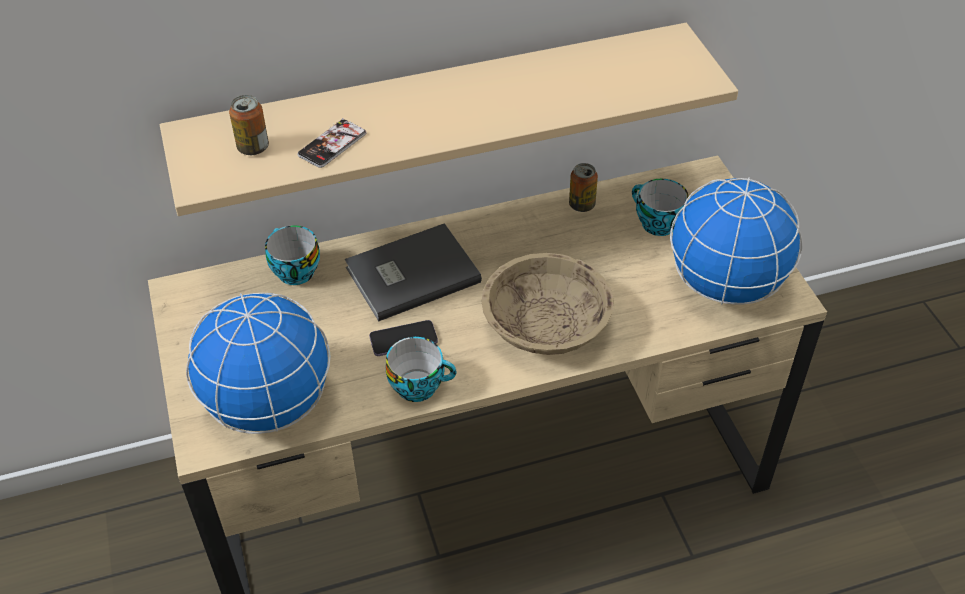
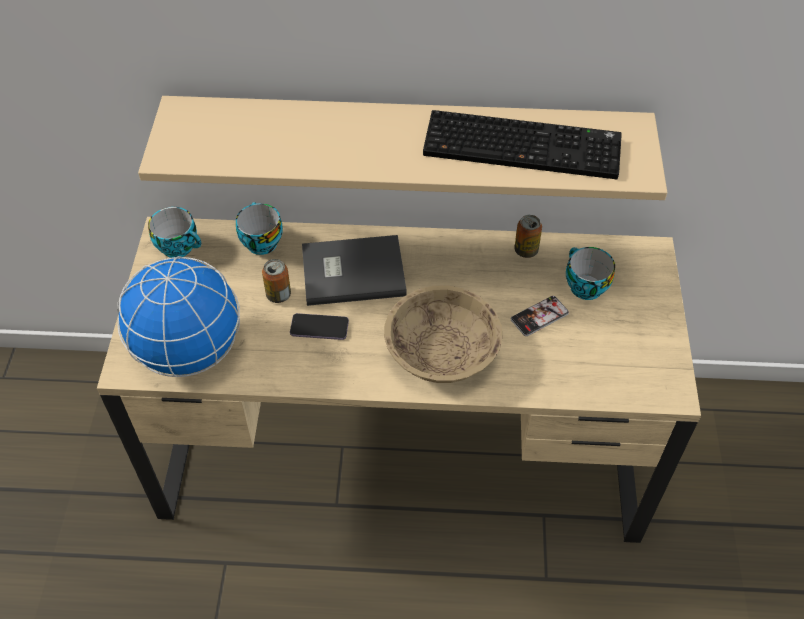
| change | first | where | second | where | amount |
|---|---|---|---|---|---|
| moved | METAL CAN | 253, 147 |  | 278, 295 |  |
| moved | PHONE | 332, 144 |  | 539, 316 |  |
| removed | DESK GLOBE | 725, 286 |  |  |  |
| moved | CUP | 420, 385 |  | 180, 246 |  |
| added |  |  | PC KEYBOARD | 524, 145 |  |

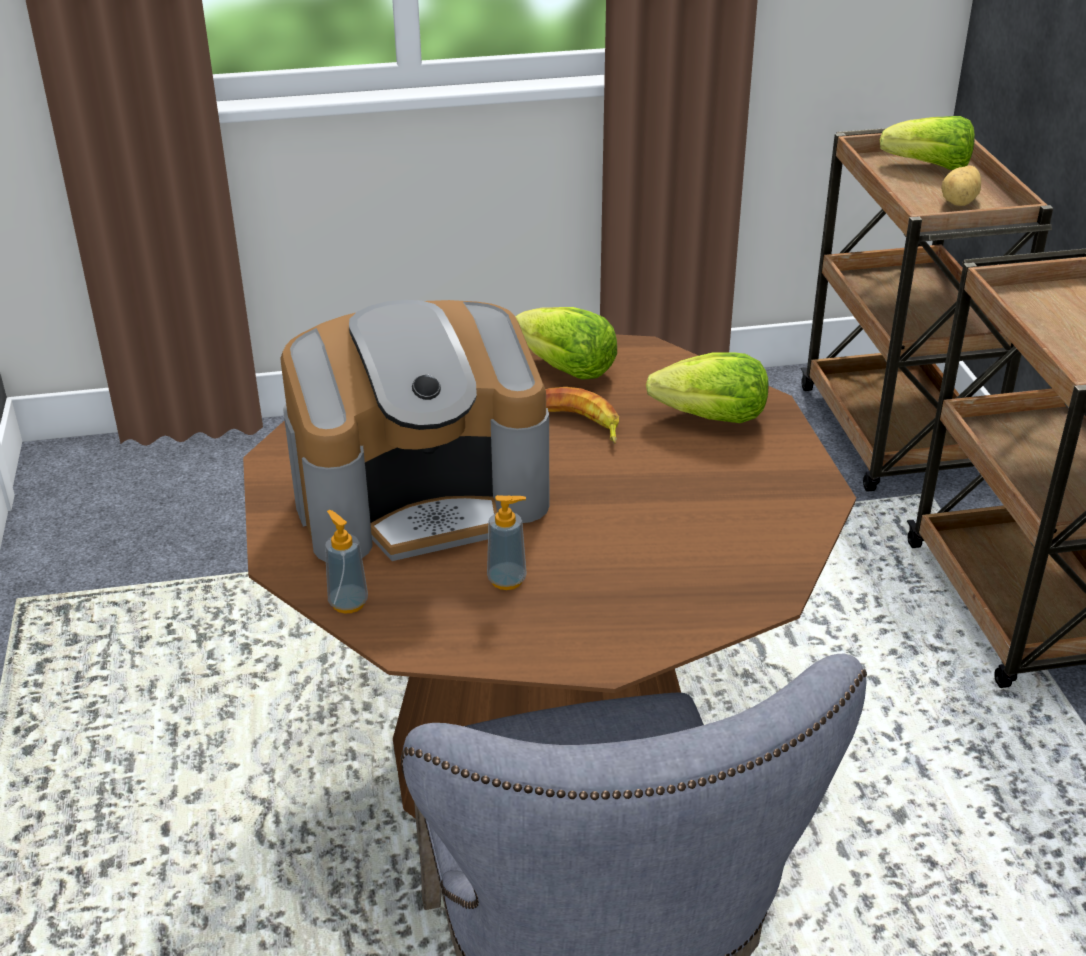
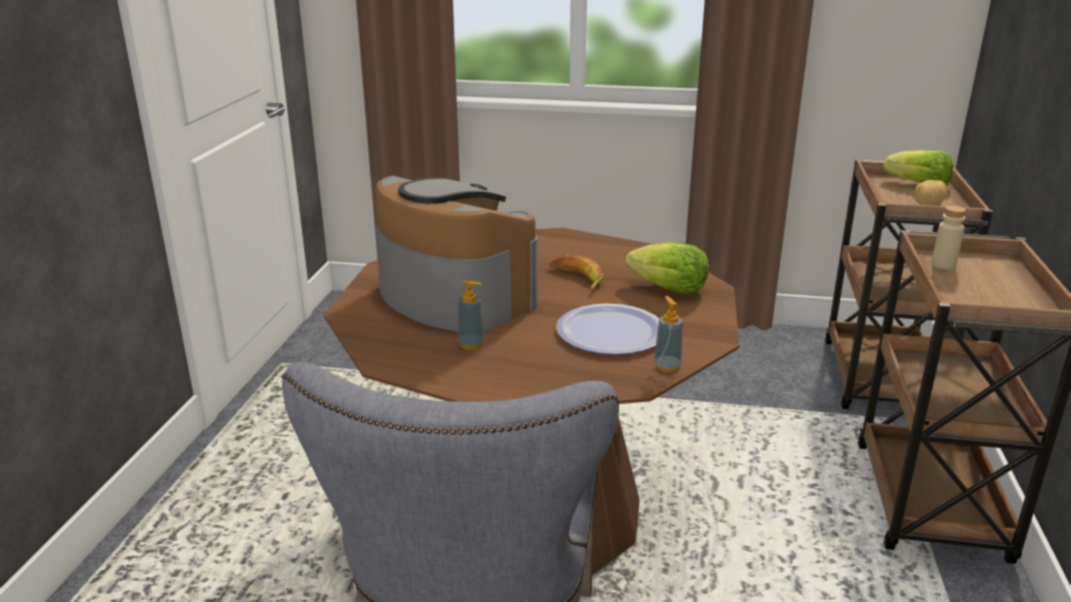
| change | first | where | second | where | amount |
|---|---|---|---|---|---|
| turned | COFFEE MAKER | 420, 496 |  | 452, 296 | 135 degrees counterclockwise |
| removed | LETTUCE HEAD | 567, 370 |  |  |  |
| moved | LIQUID SOAP BOTTLE | 348, 603 |  | 667, 366 |  |
| added |  |  | SAND-COLOURED BEVERAGE BOTTLE | 943, 265 |  |
| added |  |  | FLAT DISH | 610, 332 |  |

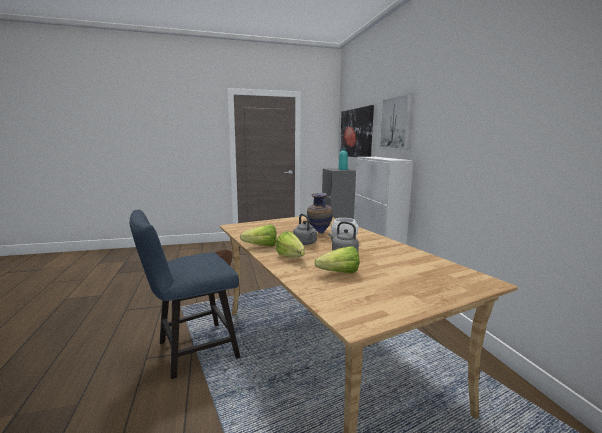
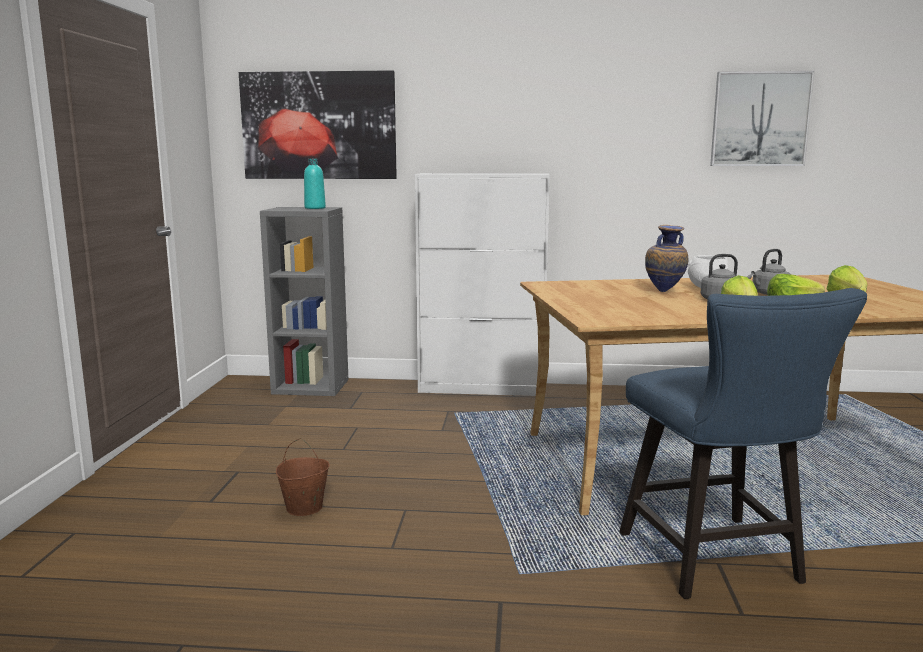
| change | first | where | second | where | amount |
|---|---|---|---|---|---|
| moved | WALL ART | 395, 123 |  | 760, 119 |  |

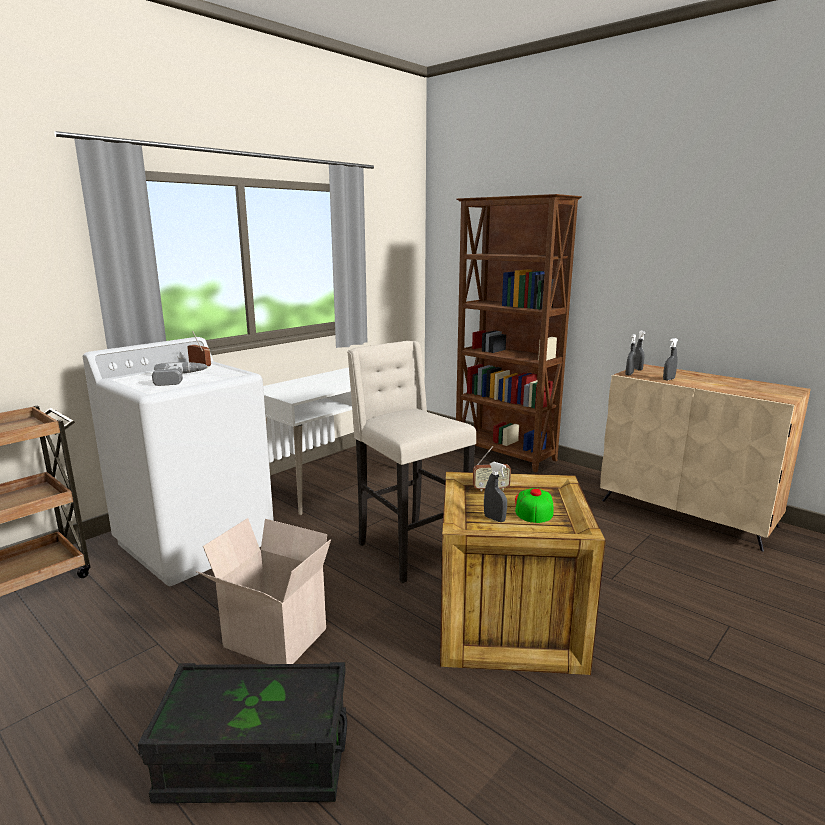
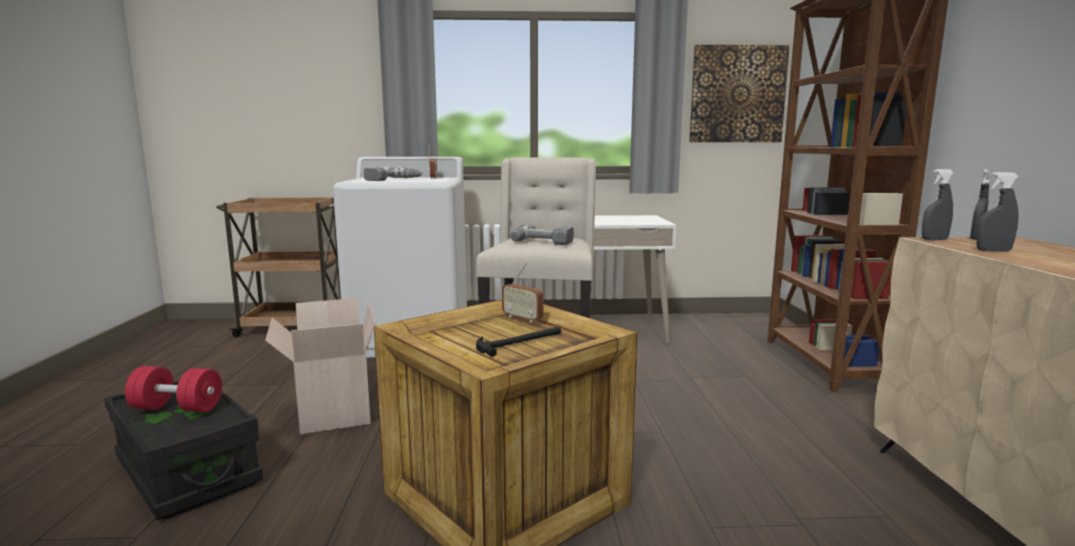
| change | first | where | second | where | amount |
|---|---|---|---|---|---|
| removed | GRAY SPRAY BOTTLE | 494, 519 |  |  |  |
| replaced | CAP | 533, 507 | HAMMER | 520, 342 |  |
| added |  |  | WALL ART | 737, 94 |  |
| added |  |  | ELECTRIC DRILL | 545, 240 |  |
| added |  |  | RED FREE WEIGHT | 177, 408 |  |

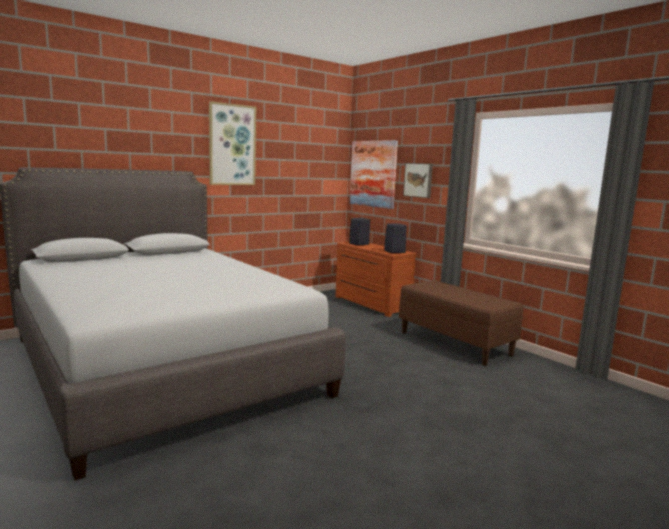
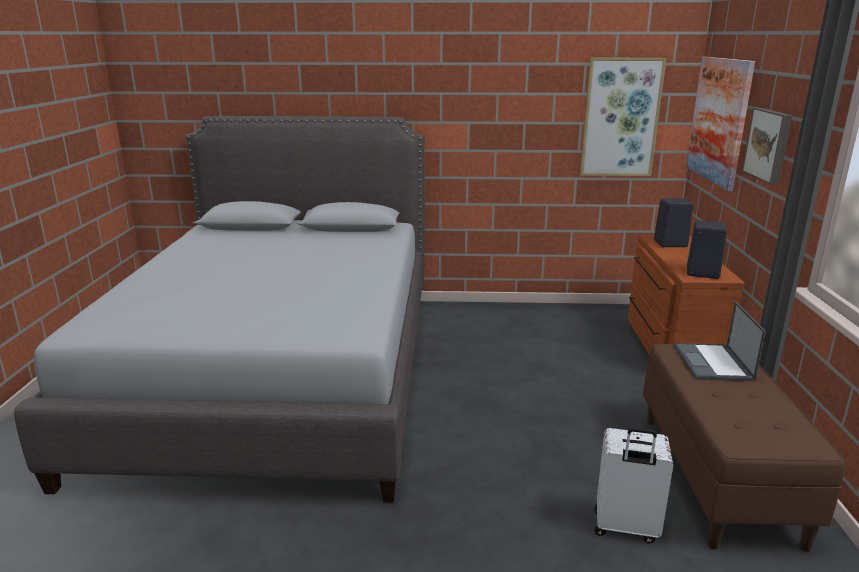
| change | first | where | second | where | amount |
|---|---|---|---|---|---|
| moved | WALL ART | 232, 145 |  | 620, 118 |  |
| added |  |  | PORTABLE COMPUTER | 713, 363 |  |
| added |  |  | WHITE SUITCASE | 625, 528 |  |

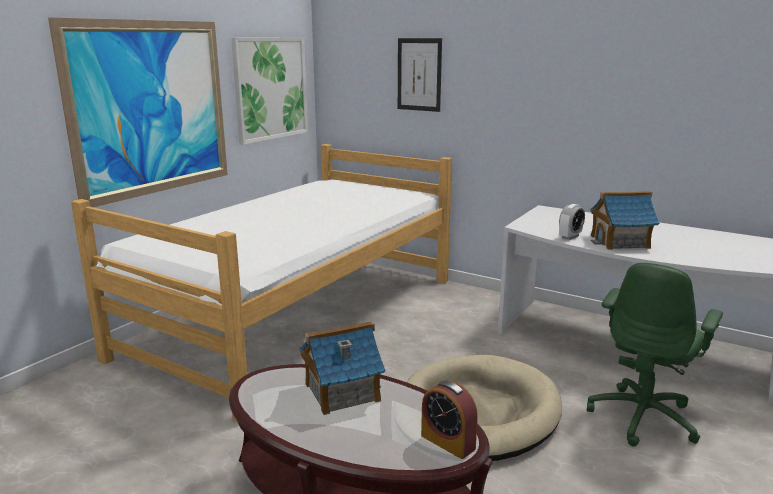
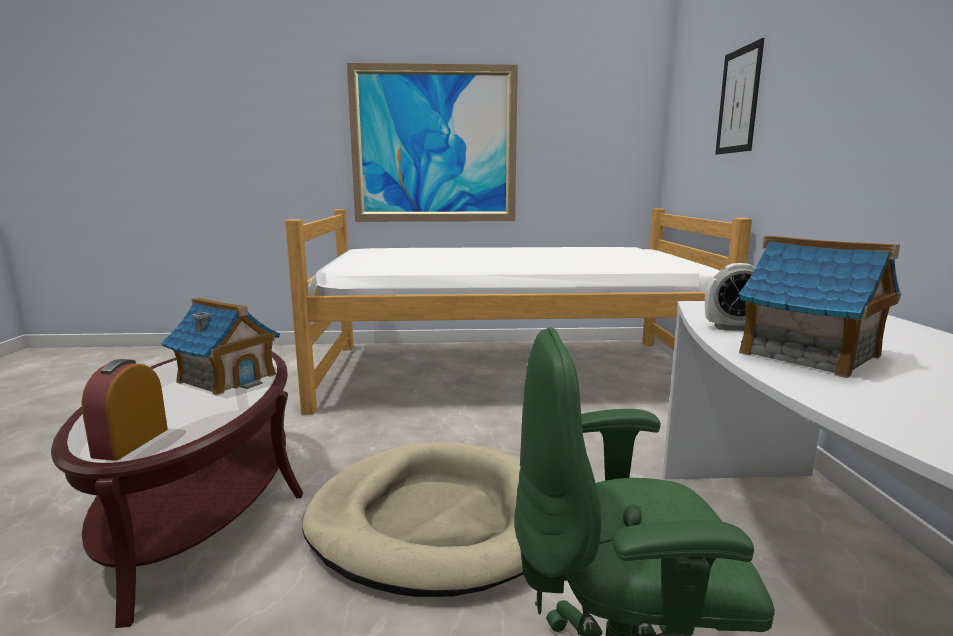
| change | first | where | second | where | amount |
|---|---|---|---|---|---|
| removed | WALL ART | 271, 88 |  |  |  |

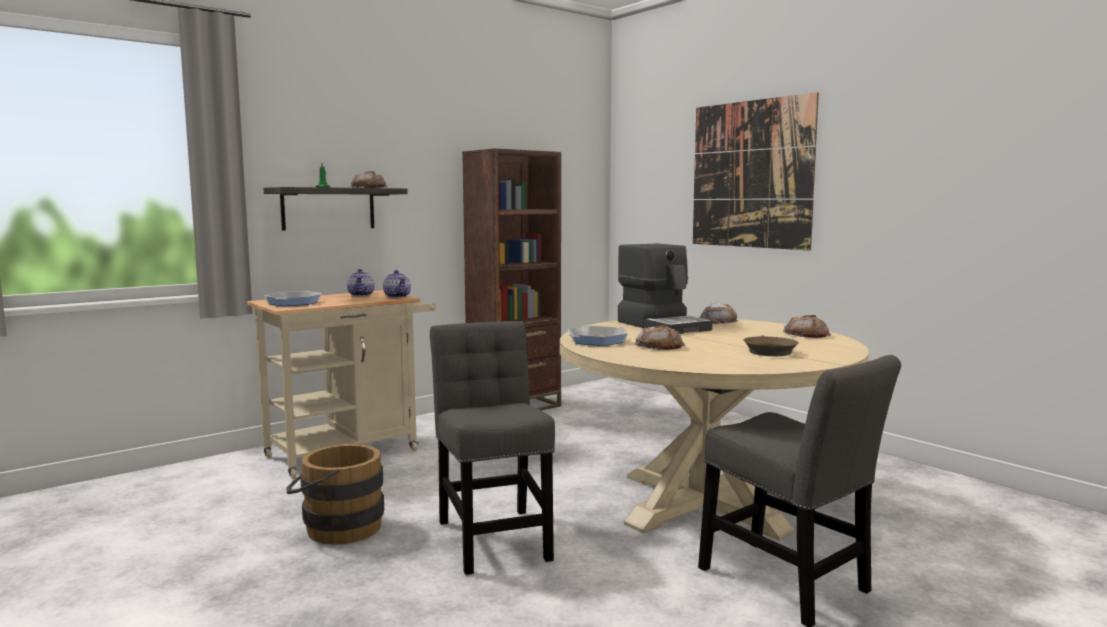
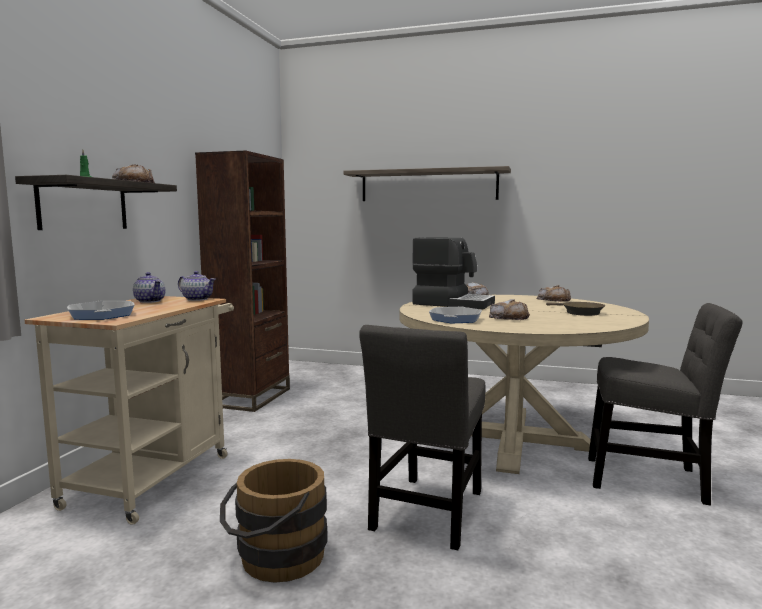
| change | first | where | second | where | amount |
|---|---|---|---|---|---|
| replaced | WALL ART | 750, 174 | SHELF | 428, 185 |  |
| turned | GRAY UPRIGHT CHAIR | 493, 536 |  | 427, 514 | 105 degrees counterclockwise |

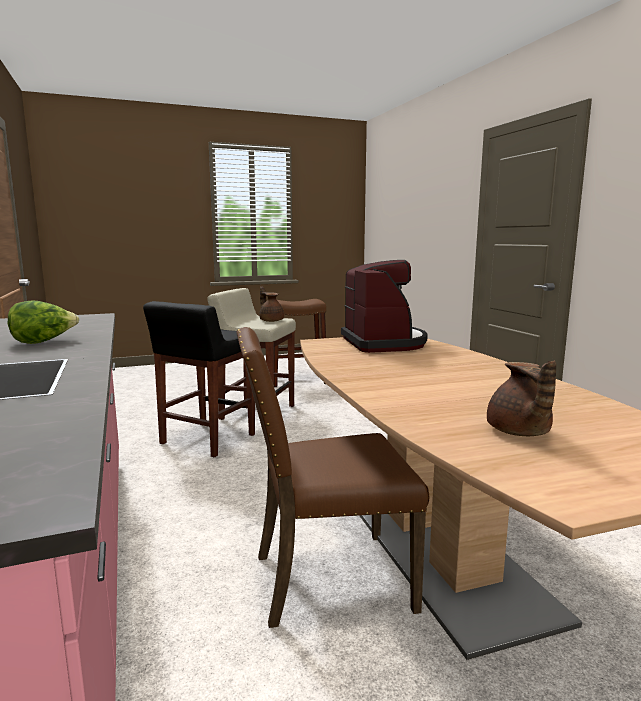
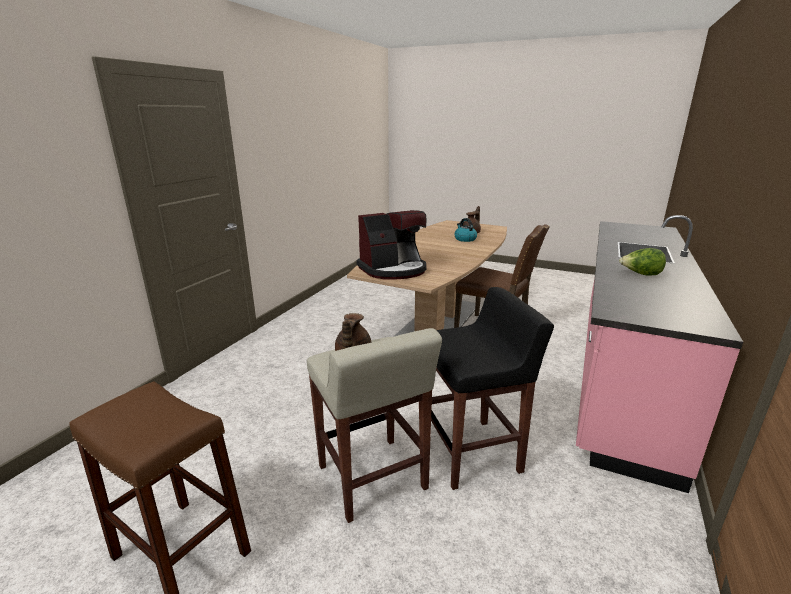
| change | first | where | second | where | amount |
|---|---|---|---|---|---|
| turned | COFFEE MAKER | 384, 343 |  | 393, 269 | 150 degrees counterclockwise |
| added |  |  | KETTLE | 465, 239 |  |

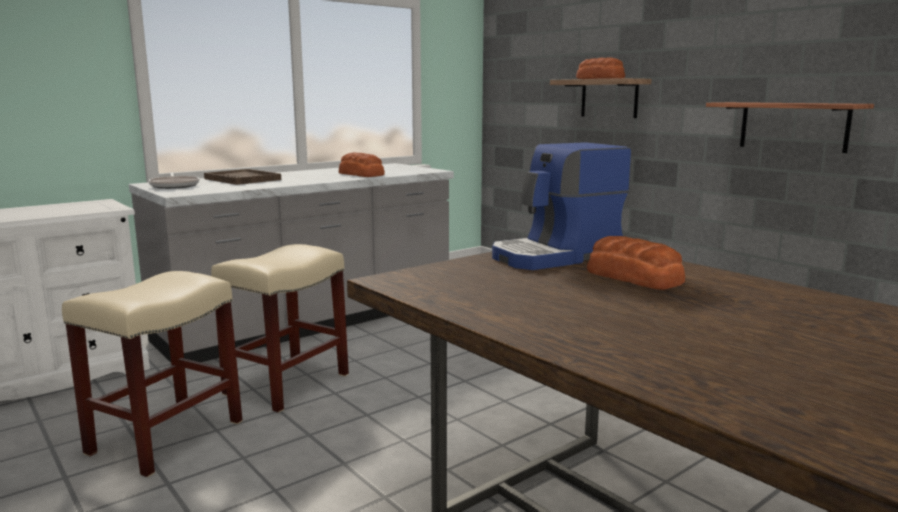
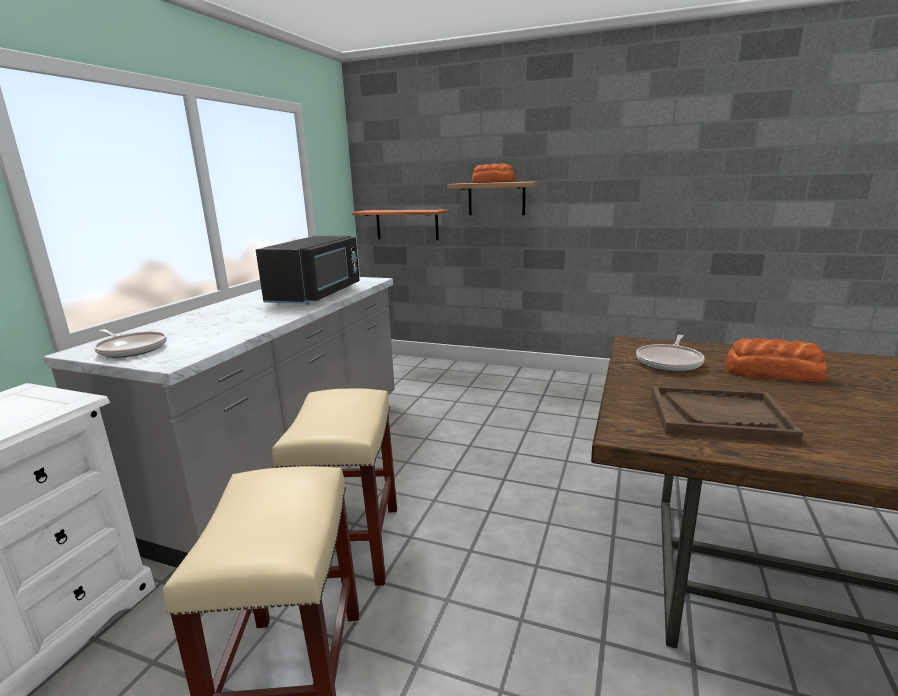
| change | first | where | second | where | amount |
|---|---|---|---|---|---|
| moved | SHELF | 793, 126 |  | 407, 224 |  |
| replaced | COFFEE MAKER | 557, 256 | PAN | 670, 361 |  |
| replaced | BAKERY BREAD | 361, 174 | BLACK MICROWAVE | 318, 295 |  |
| moved | BROWN-COLOURED CARRYING TRAY | 243, 179 |  | 718, 417 |  |

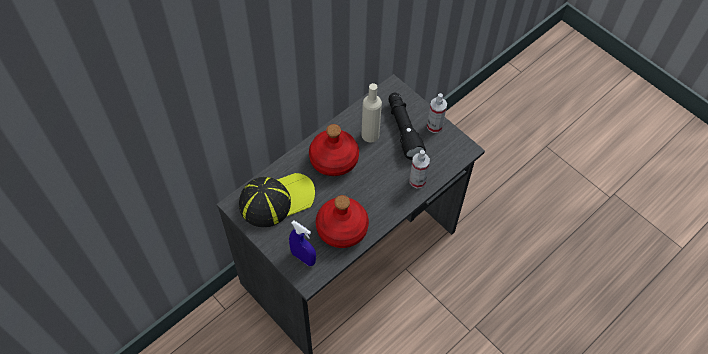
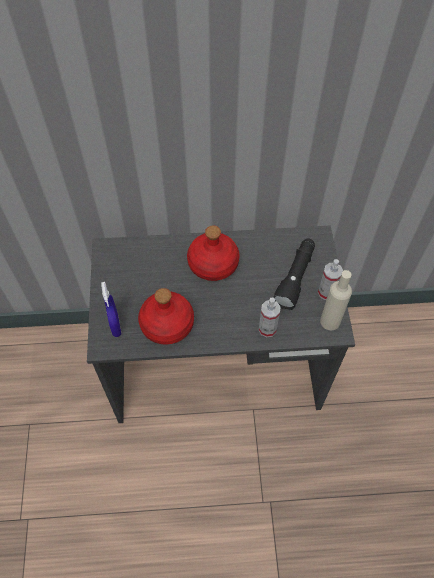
| change | first | where | second | where | amount |
|---|---|---|---|---|---|
| moved | SAND-COLOURED BEVERAGE BOTTLE | 370, 135 |  | 330, 321 |  |
| removed | CAP | 276, 200 |  |  |  |

